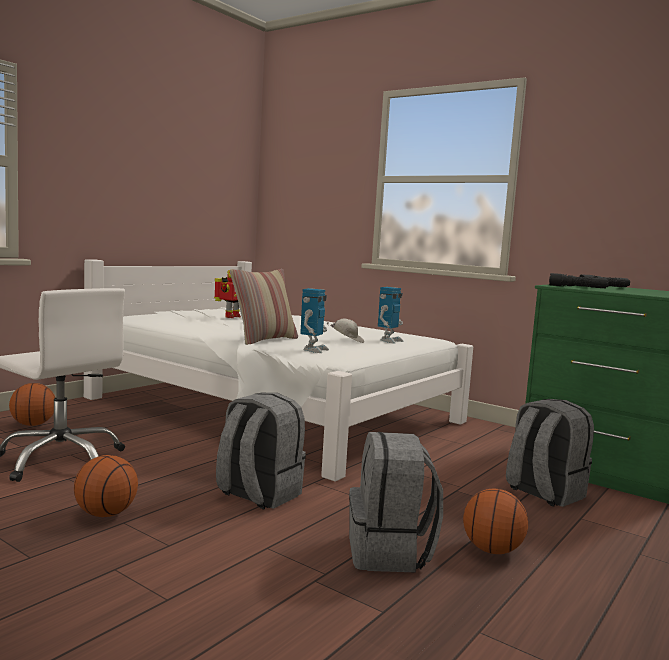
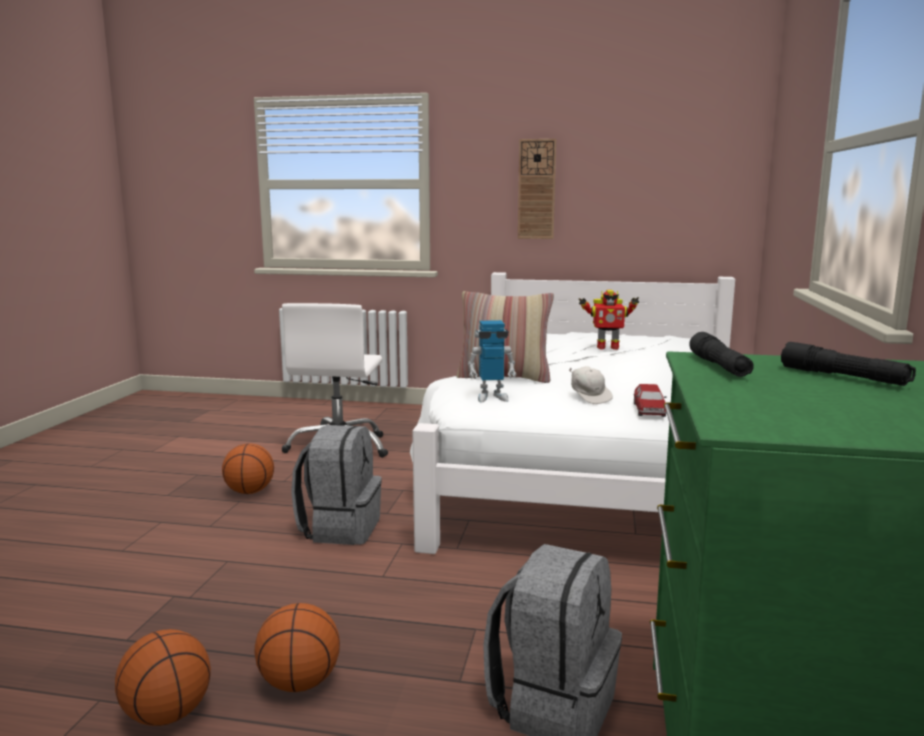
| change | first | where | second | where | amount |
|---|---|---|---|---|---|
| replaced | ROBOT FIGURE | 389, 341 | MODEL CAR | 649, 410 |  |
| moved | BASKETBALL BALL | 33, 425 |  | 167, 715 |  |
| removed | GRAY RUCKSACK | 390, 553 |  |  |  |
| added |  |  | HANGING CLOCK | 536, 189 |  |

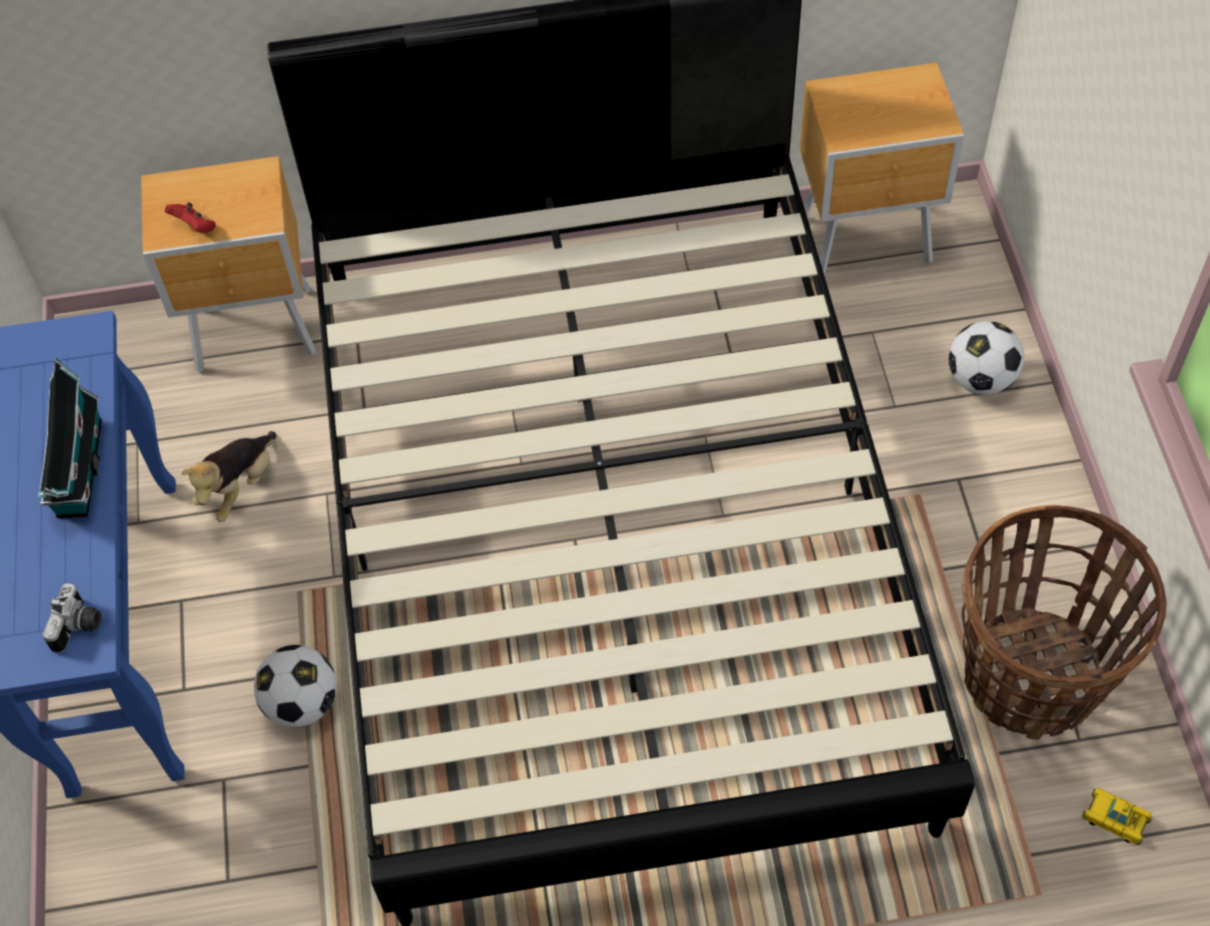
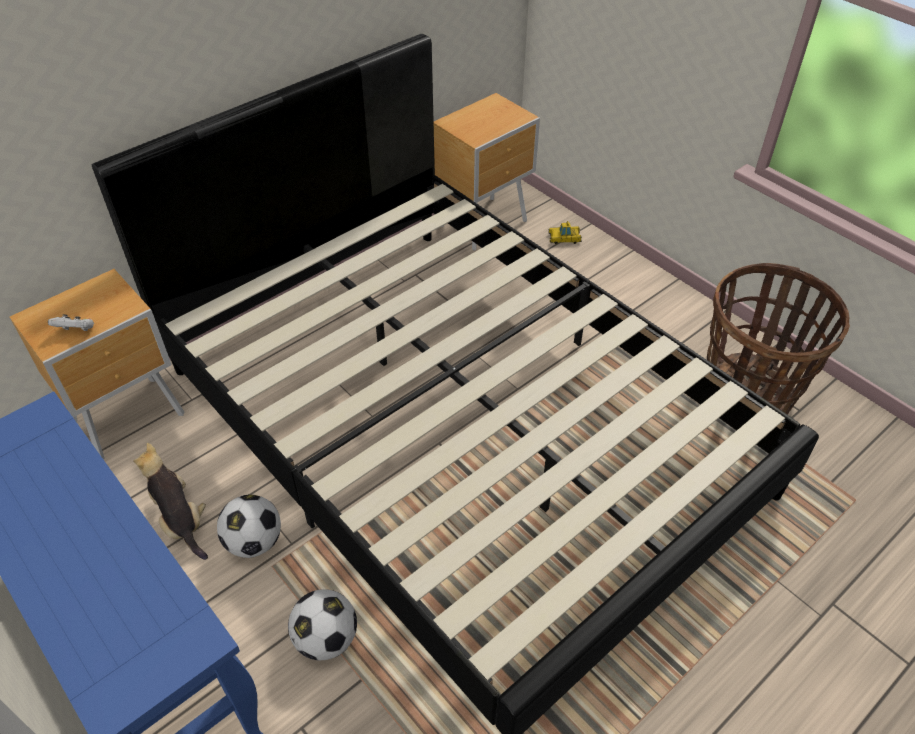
| change | first | where | second | where | amount |
|---|---|---|---|---|---|
| recoloured | RED GAMEPAD | 195, 227 | WHITE GAMEPAD | 76, 331 |  |
| moved | BALL FOR FOOTBALL | 980, 379 |  | 254, 542 |  |
| removed | TOY HOUSE | 79, 472 |  |  |  |
| turned | SOFT TOY | 239, 487 |  | 181, 520 | 150 degrees clockwise |
| removed | STILL CAMERA | 79, 627 |  |  |  |
| moved | MODEL CAR | 1115, 819 |  | 564, 238 |  |

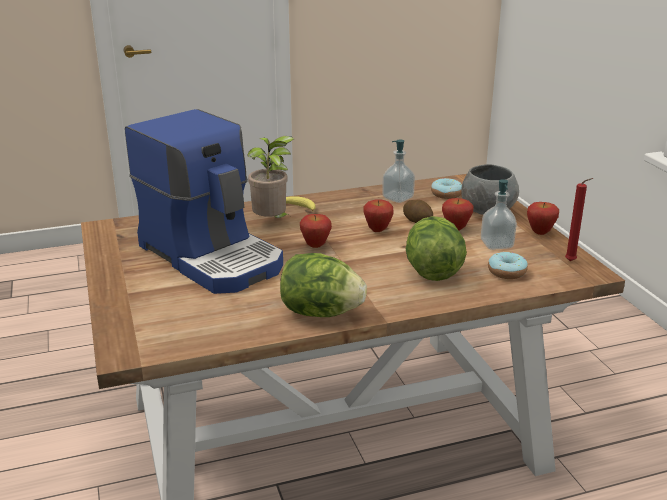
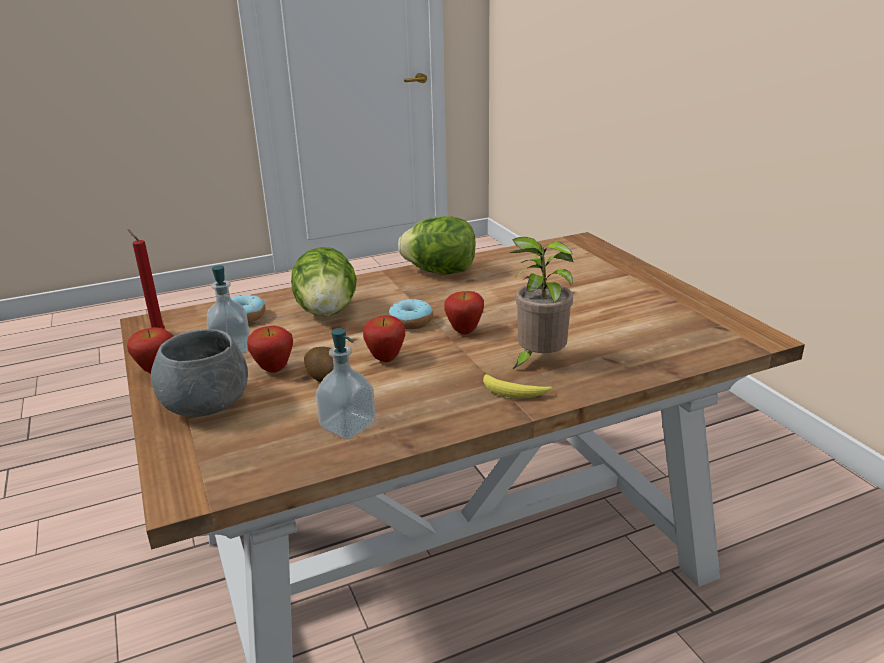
| change | first | where | second | where | amount |
|---|---|---|---|---|---|
| removed | COFFEE MAKER | 213, 256 |  |  |  |
| moved | DONUT | 446, 194 |  | 411, 322 |  |

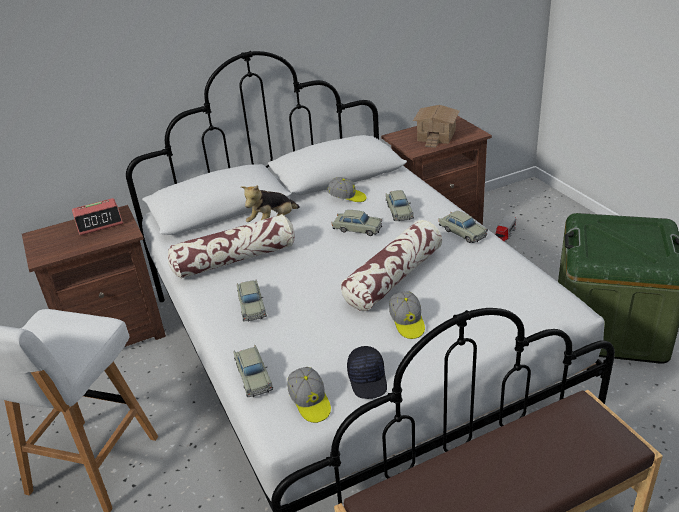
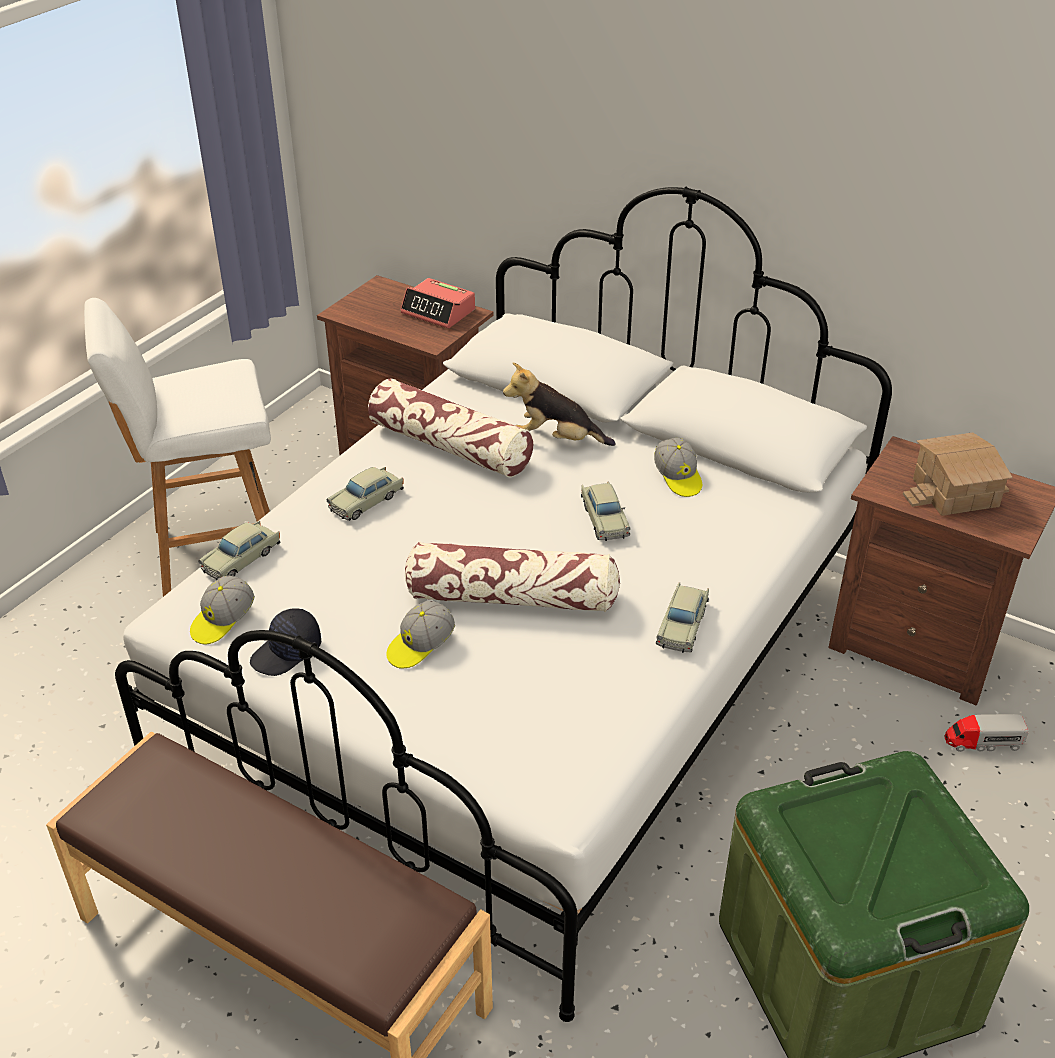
| change | first | where | second | where | amount |
|---|---|---|---|---|---|
| removed | SAND-COLOURED MODEL CAR | 399, 211 |  |  |  |

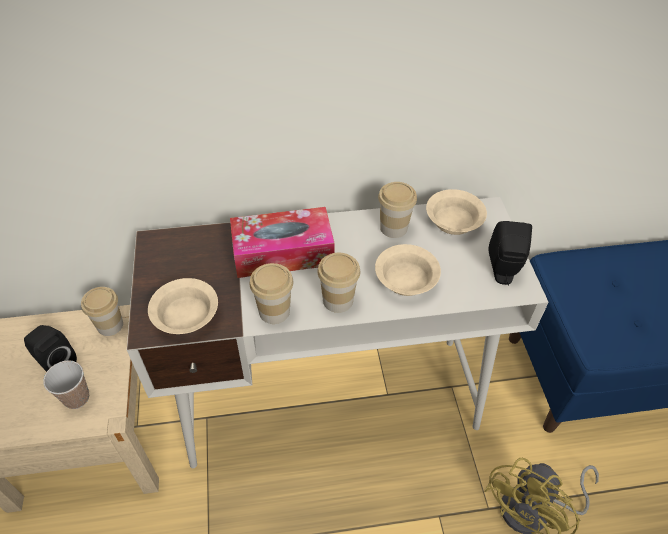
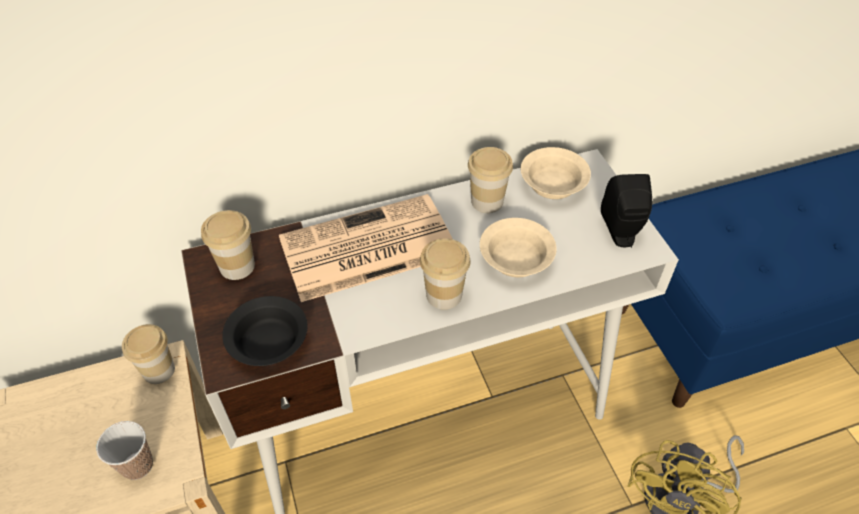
| change | first | where | second | where | amount |
|---|---|---|---|---|---|
| replaced | BOX OF TISSUES | 283, 252 | DAILY PAPER | 366, 249 |  |
| moved | CUP | 274, 311 |  | 237, 266 |  |
| recoloured | SAND-COLOURED SERVING BOWL | 185, 318 | BLACK SERVING BOWL | 268, 344 |  |
| removed | BLACK AUDIO SPEAKER | 56, 362 |  |  |  |

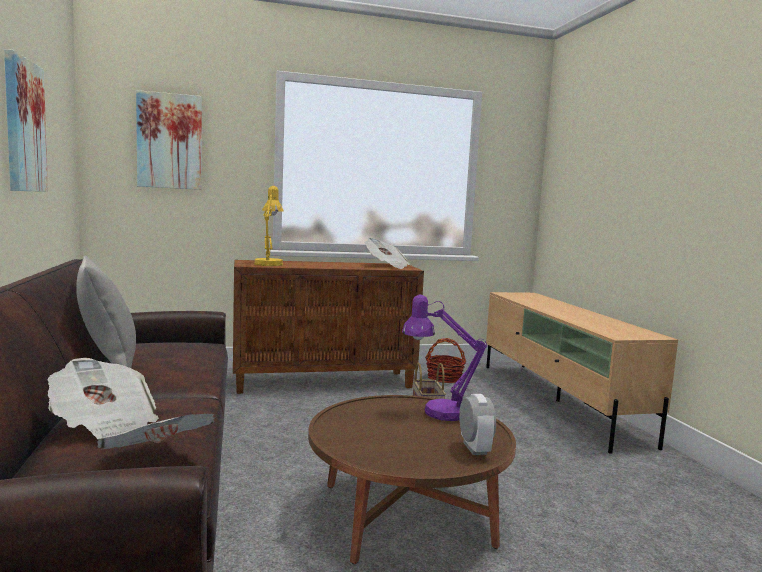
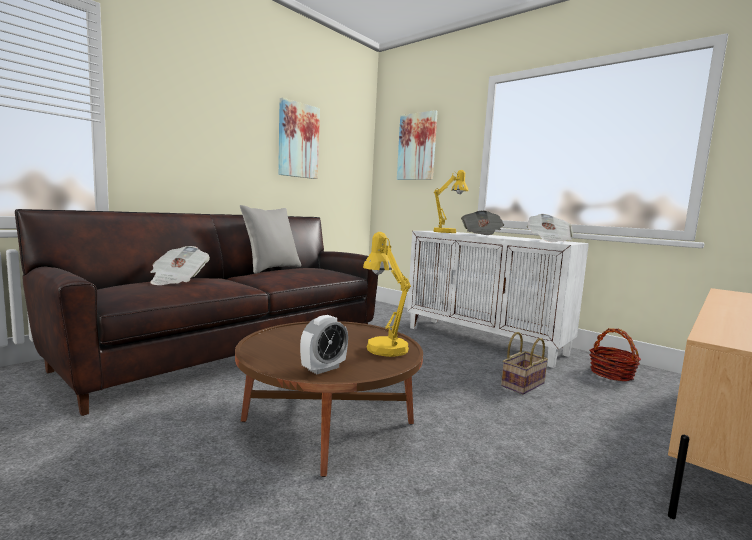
| change | first | where | second | where | amount |
|---|---|---|---|---|---|
| recoloured | BROWN-COLOURED CABINET | 324, 382 | WHITE CABINET | 485, 340 |  |
| recoloured | PURPLISH TABLE LAMP | 436, 412 | YELLOWISH TABLE LAMP | 383, 346 |  |
| moved | DAILY PAPER | 157, 462 |  | 481, 235 |  |

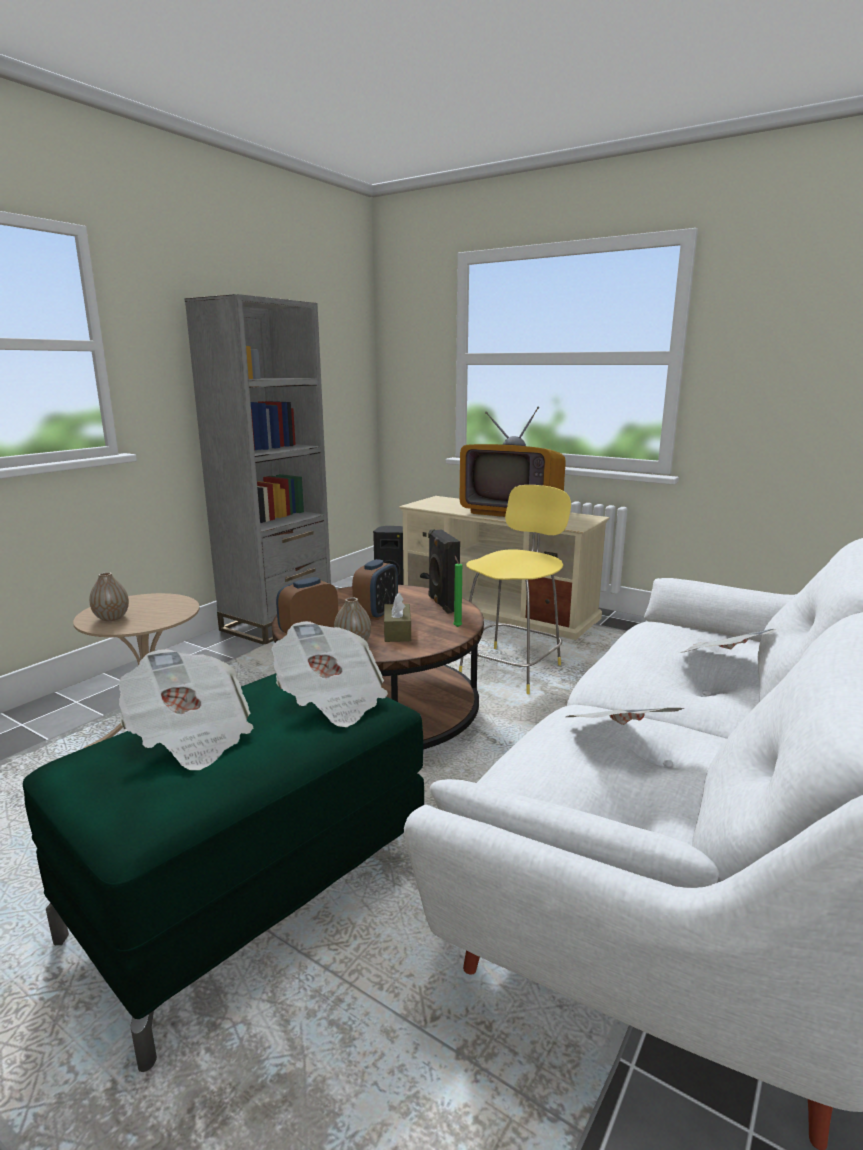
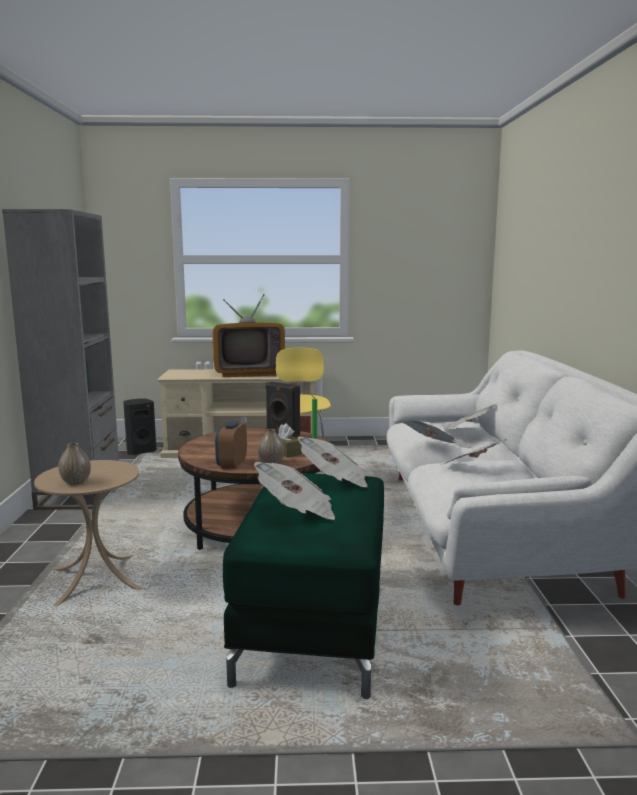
| change | first | where | second | where | amount |
|---|---|---|---|---|---|
| removed | BEDSIDE CLOCK | 376, 614 |  |  |  |
| added |  |  | DAILY PAPER | 431, 447 |  |

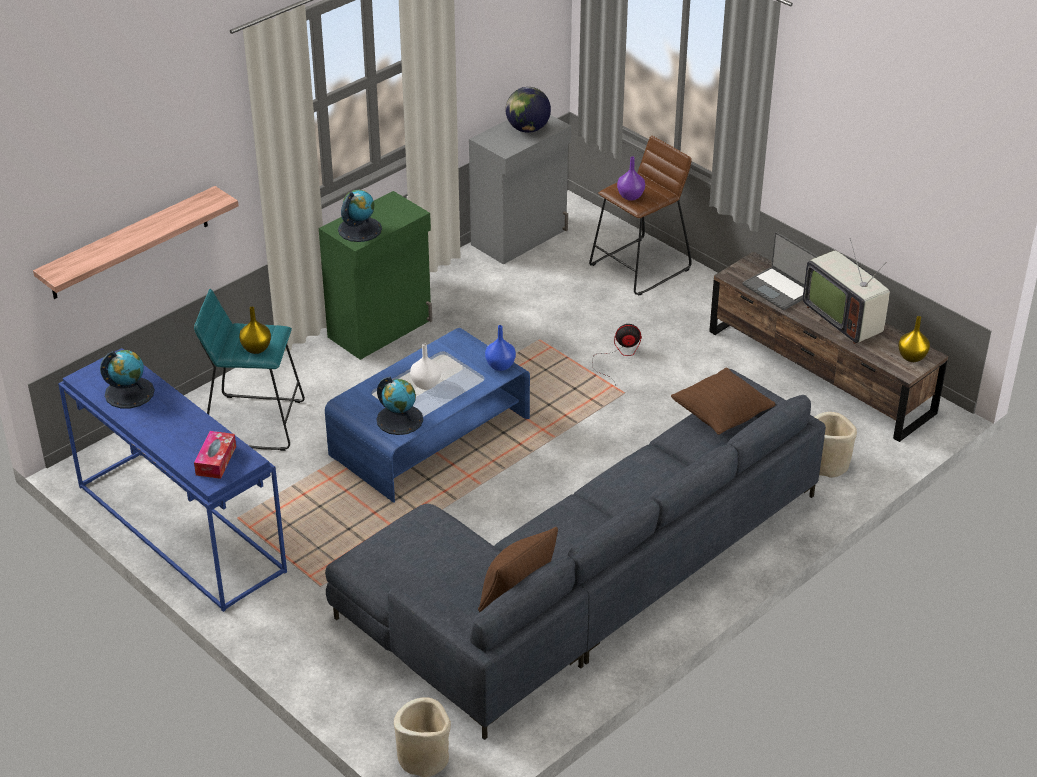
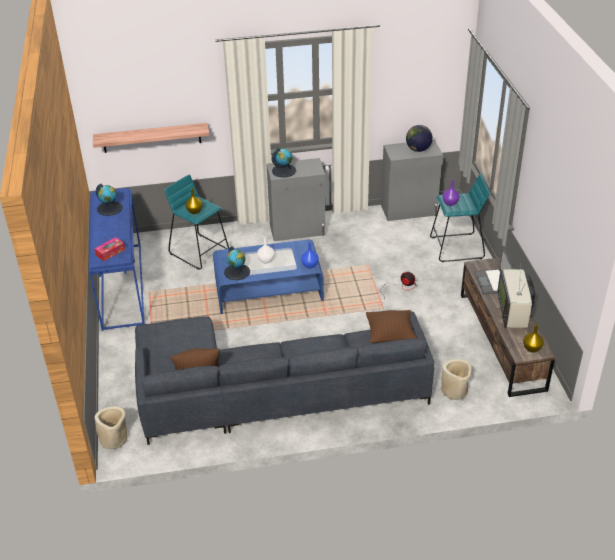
| change | first | where | second | where | amount |
|---|---|---|---|---|---|
| recoloured | BROWN-COLOURED SITTING STOOL | 640, 267 | TURQUOISE-COLOURED SITTING STOOL | 457, 248 |  |
| recoloured | GREEN-COLOURED CABINET | 381, 329 | GRAY CABINET | 298, 230 |  |

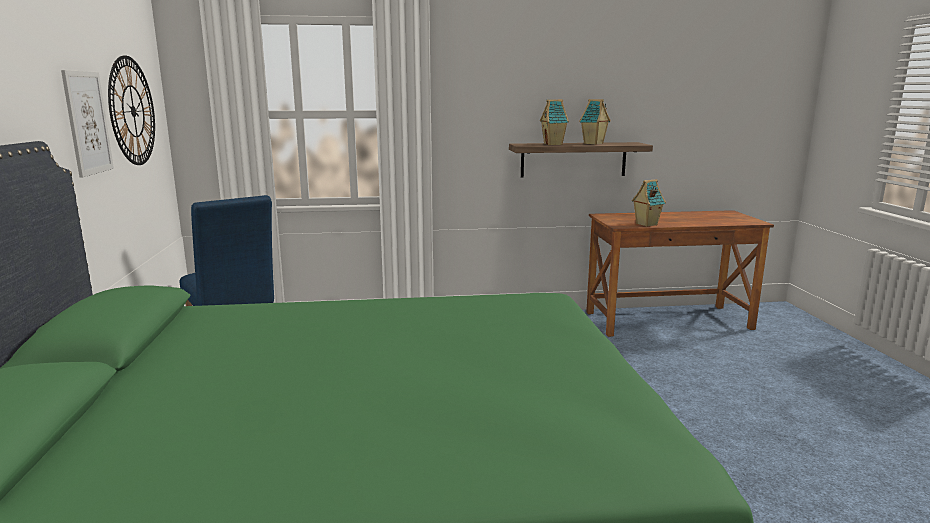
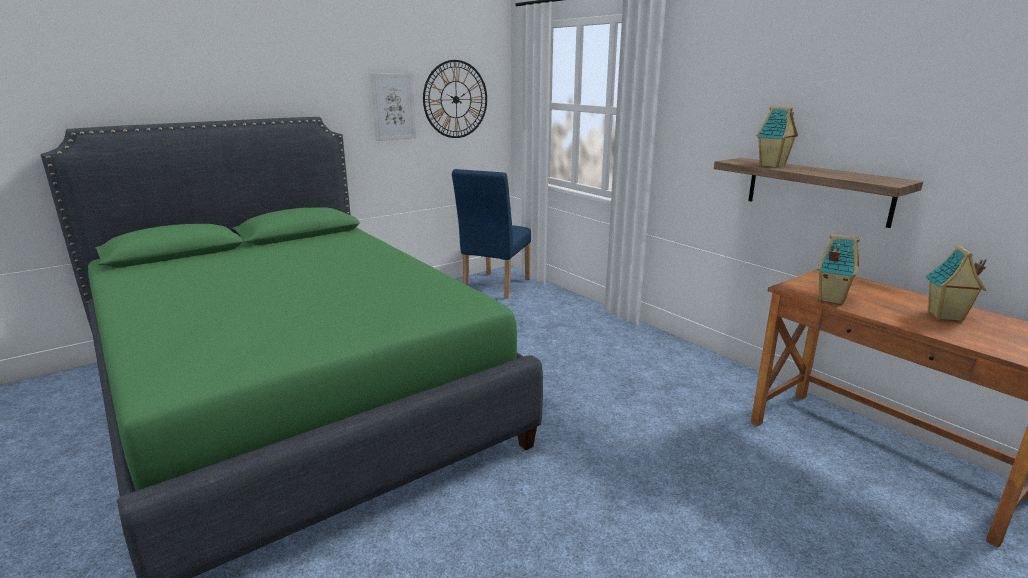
| change | first | where | second | where | amount |
|---|---|---|---|---|---|
| moved | TOY HOUSE | 593, 143 |  | 945, 316 |  |

